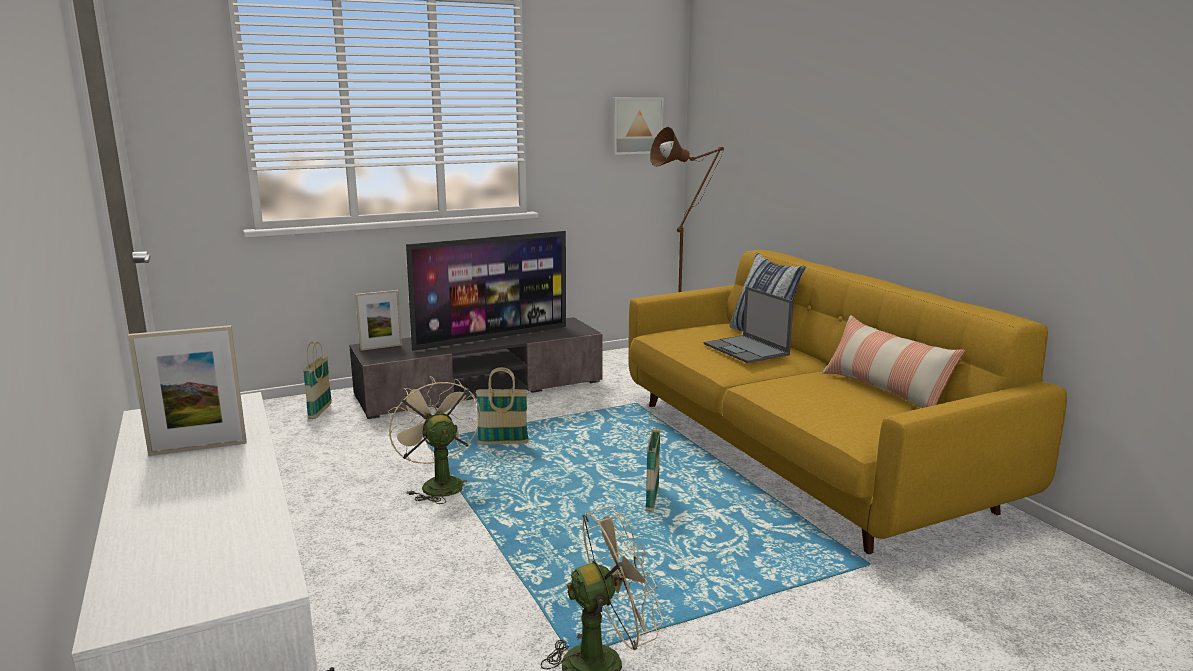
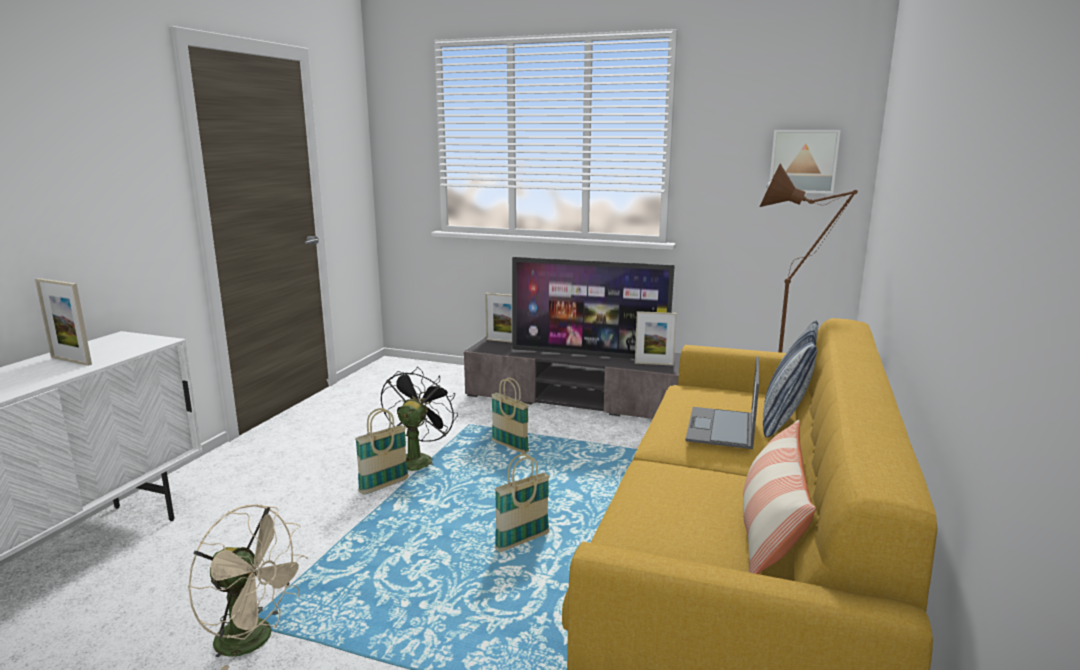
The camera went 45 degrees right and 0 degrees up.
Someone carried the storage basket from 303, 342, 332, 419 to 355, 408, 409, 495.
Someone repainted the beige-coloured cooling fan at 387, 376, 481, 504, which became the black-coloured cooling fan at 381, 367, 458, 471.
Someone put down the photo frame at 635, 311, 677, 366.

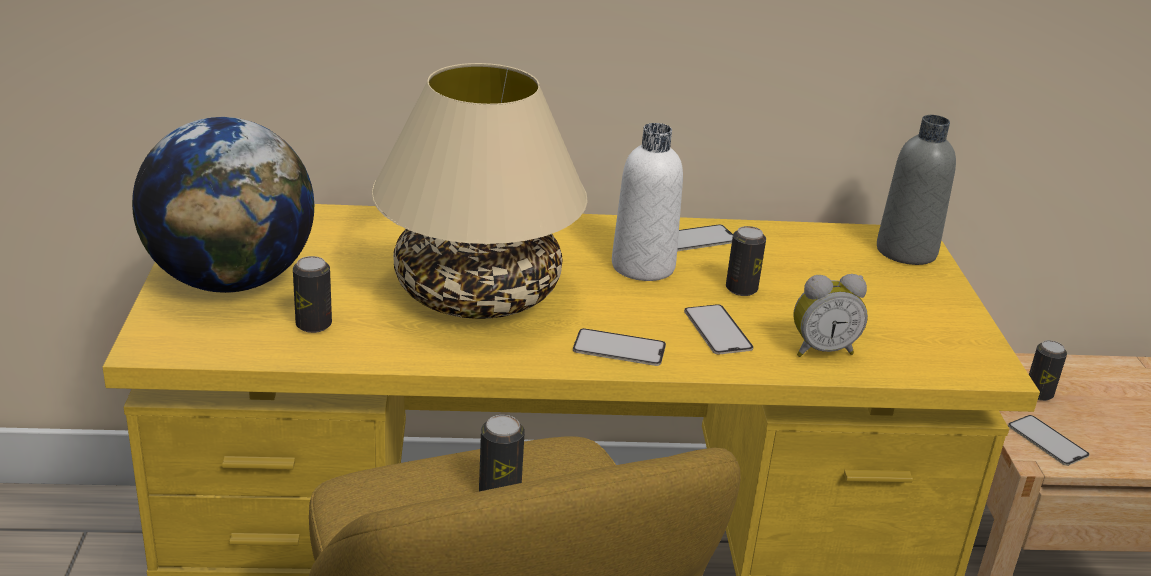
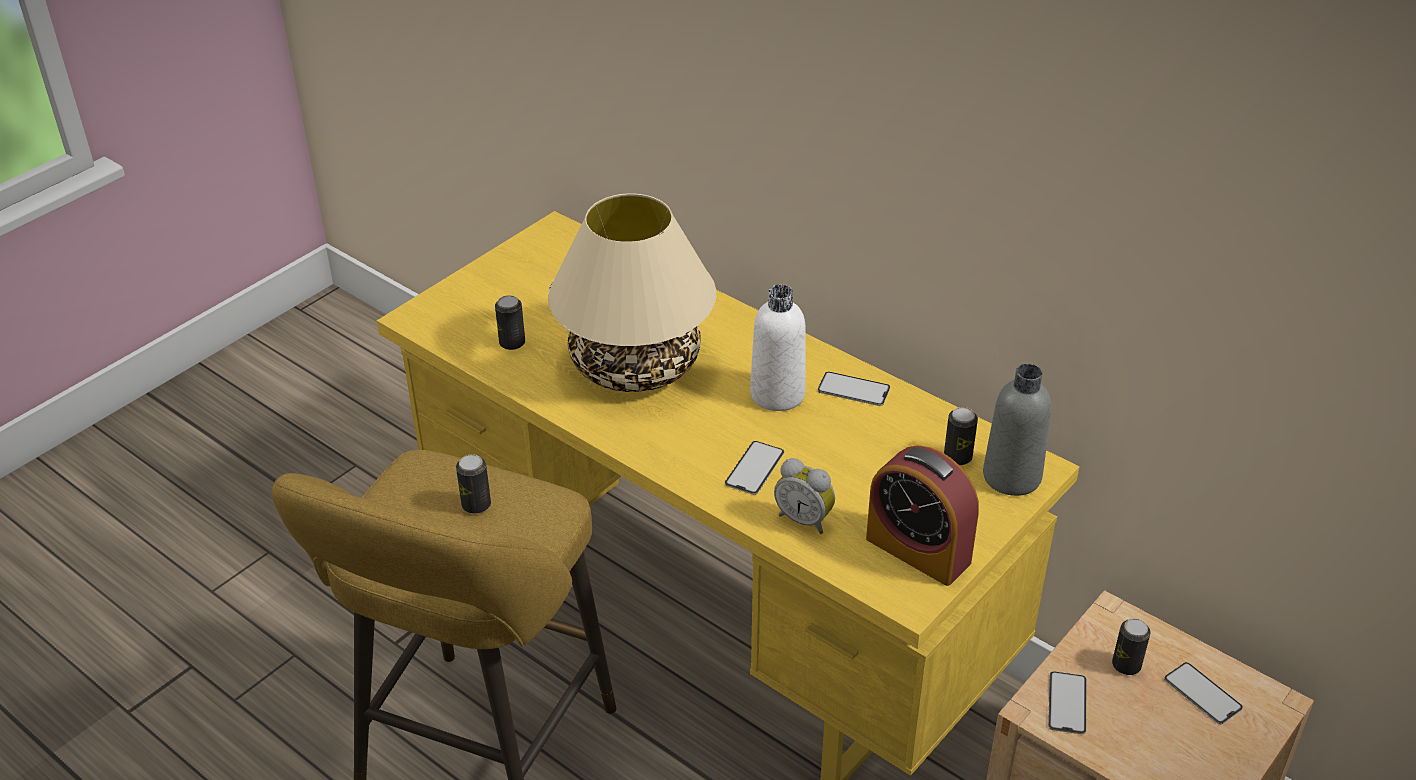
The camera went 45 degrees right and 10 degrees up.
Someone put down the bedside clock at 866, 445, 979, 586.
Someone carried the can from 726, 226, 766, 296 to 944, 407, 978, 465.
Someone carried the handset from 573, 328, 666, 366 to 1164, 662, 1243, 724.
Someone took away the world globe at 132, 117, 314, 293.

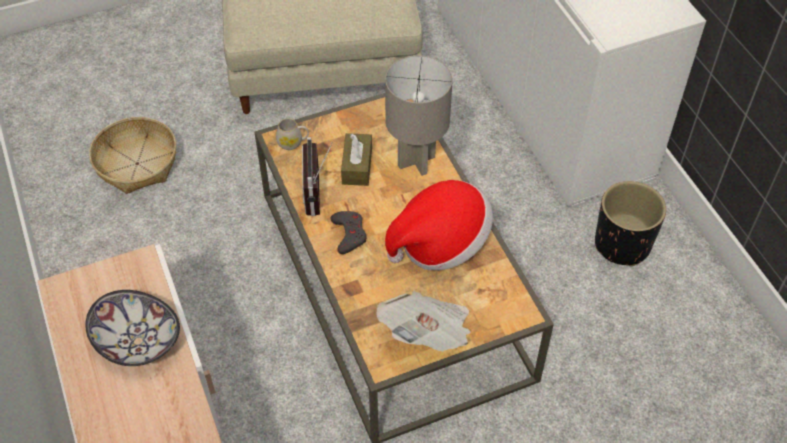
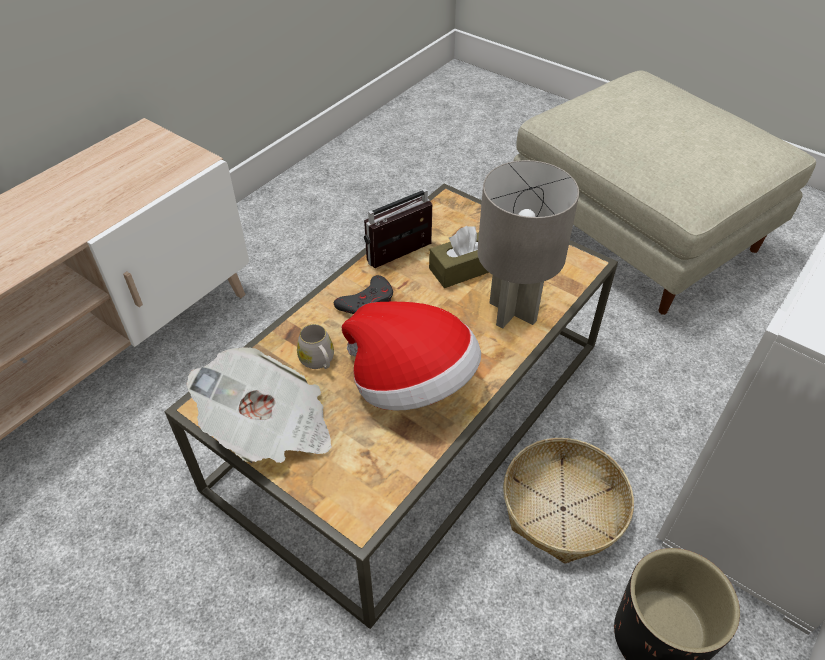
The camera went 60 degrees right and 5 degrees down.
Someone carried the whitish mug from 276, 118, 309, 150 to 297, 324, 334, 369.
Someone carried the storage basket from 89, 117, 177, 194 to 503, 438, 634, 564.
Someone took away the deep dish at 85, 290, 180, 366.

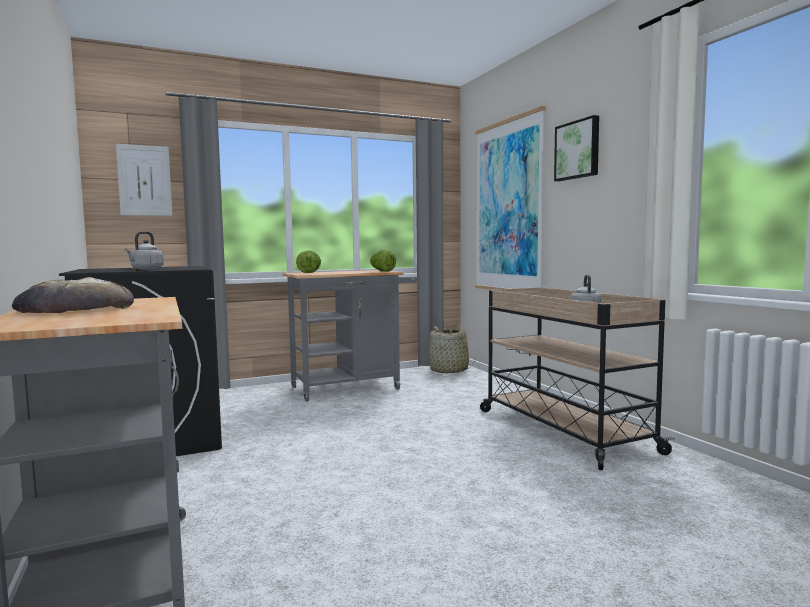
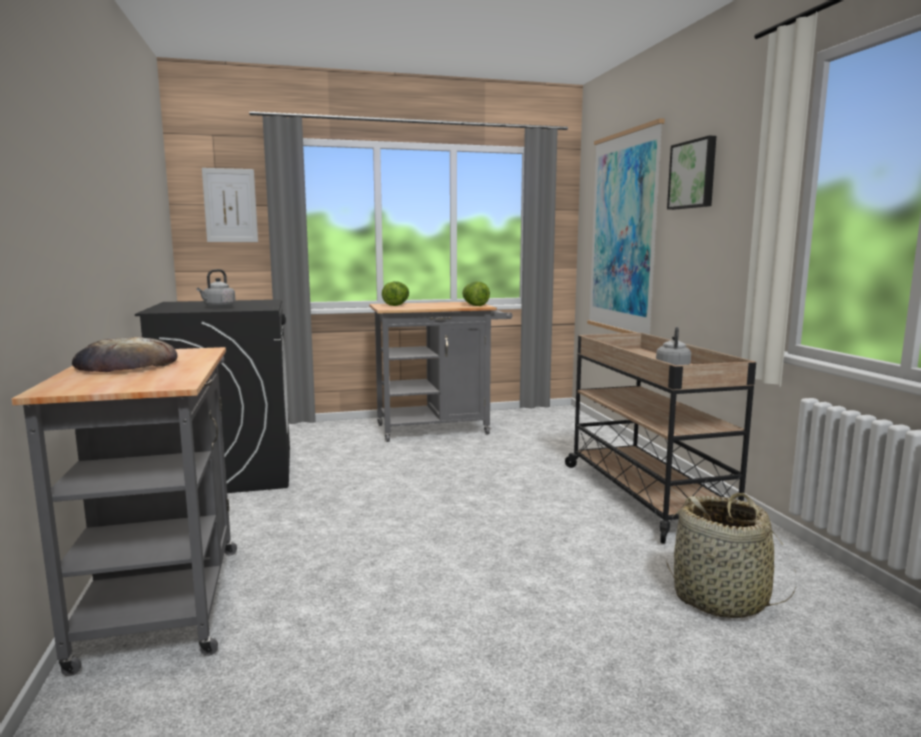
The camera went 10 degrees right and 5 degrees up.
Someone carried the storage basket from 429, 324, 475, 373 to 666, 493, 796, 618.

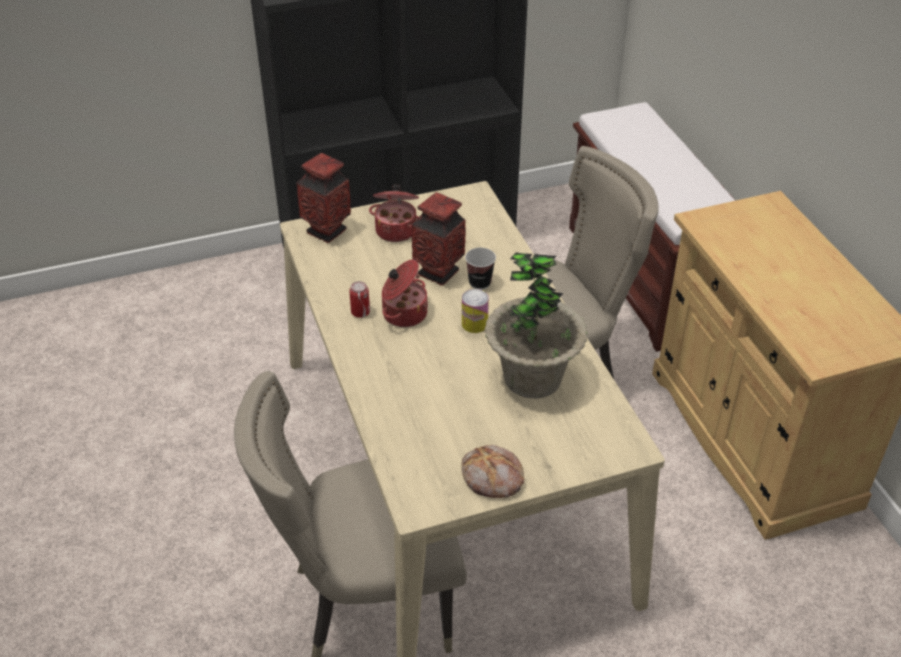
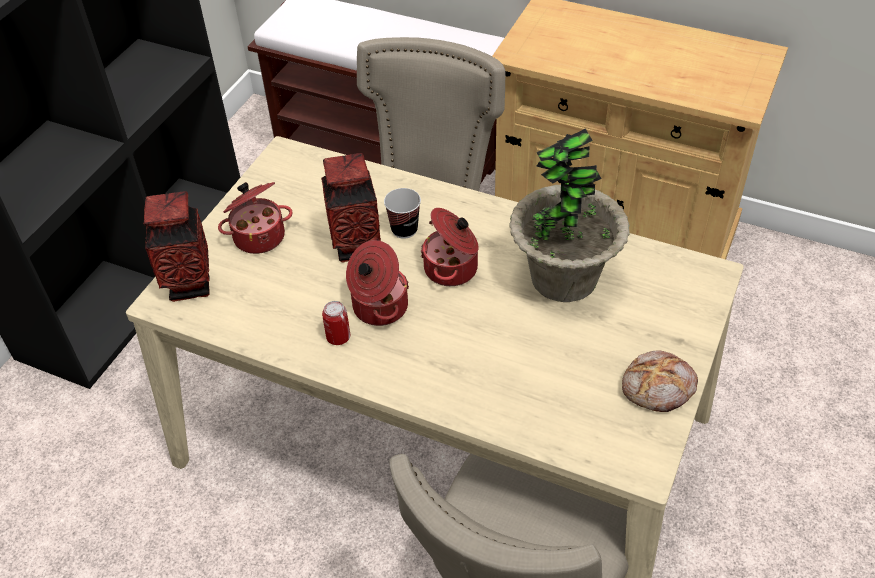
The camera went 45 degrees left and 5 degrees up.
Someone swapped the can at 462, 289, 489, 333 for the saucepot at 421, 208, 479, 286.

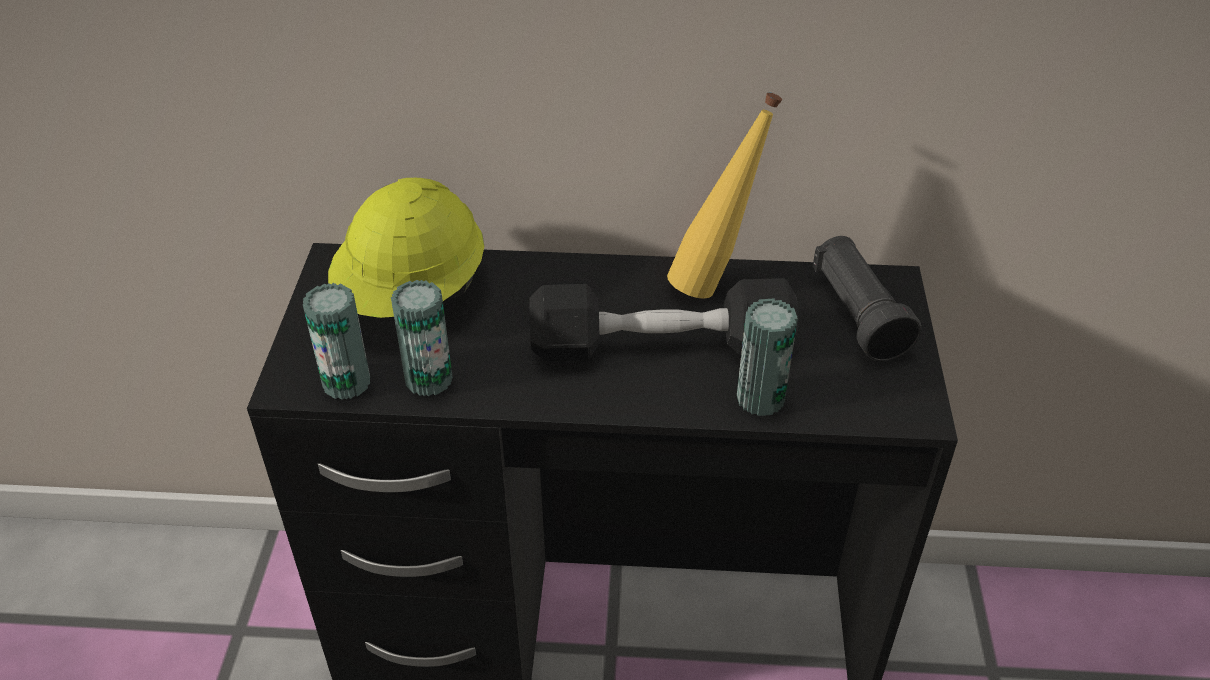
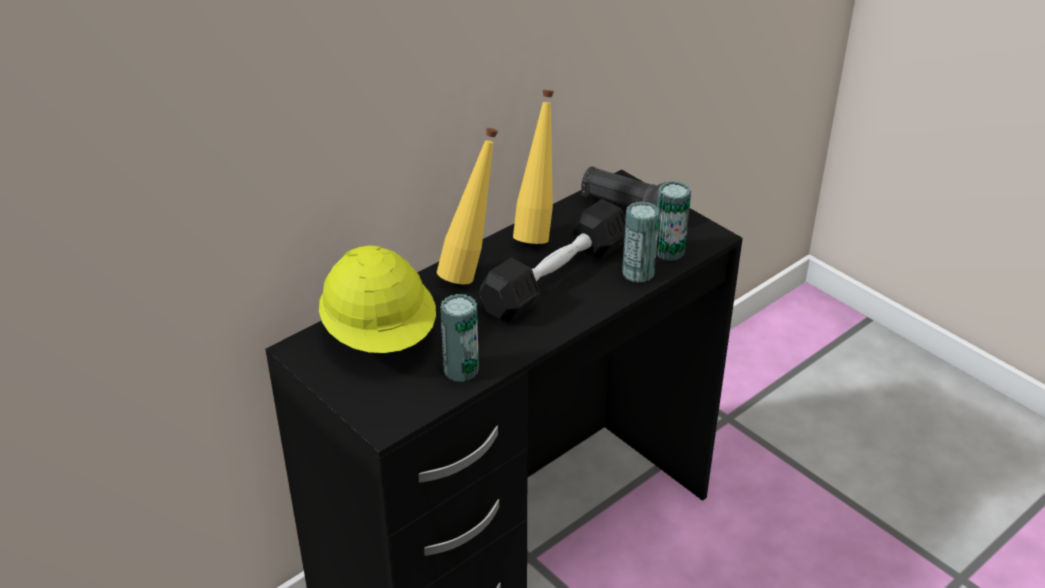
The camera went 45 degrees left and 5 degrees down.
Someone put down the yellow-coloured drink bottle at 437, 128, 498, 284.
Someone carried the can from 303, 283, 370, 400 to 656, 181, 691, 261.

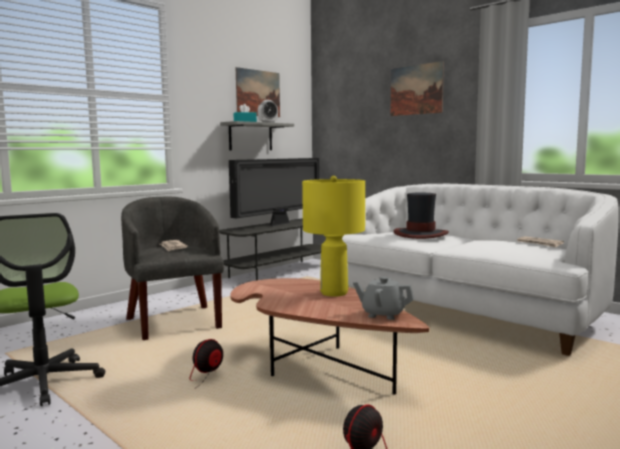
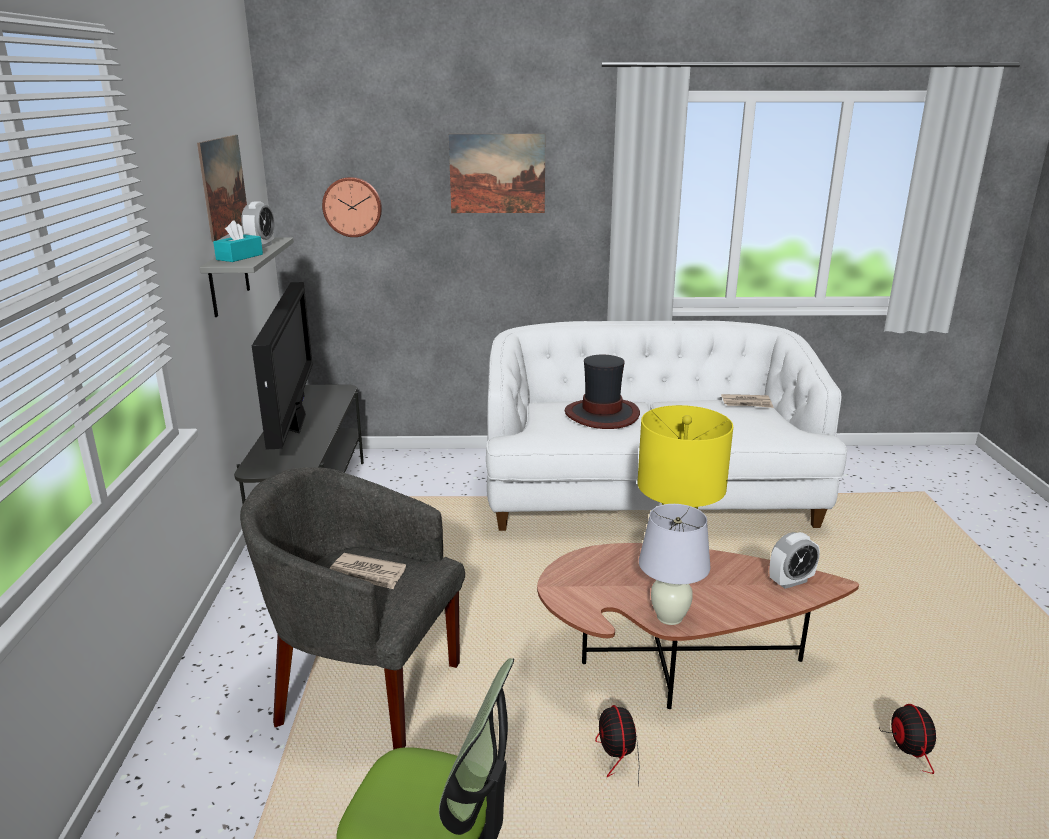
The camera went 45 degrees left and 15 degrees up.
Someone put up the clock on the wall at 322, 177, 382, 237.
Someone put down the whitish tabletop lamp at 639, 504, 711, 625.
Someone swapped the greyish teapot at 353, 277, 414, 320 for the bedside clock at 769, 532, 820, 589.

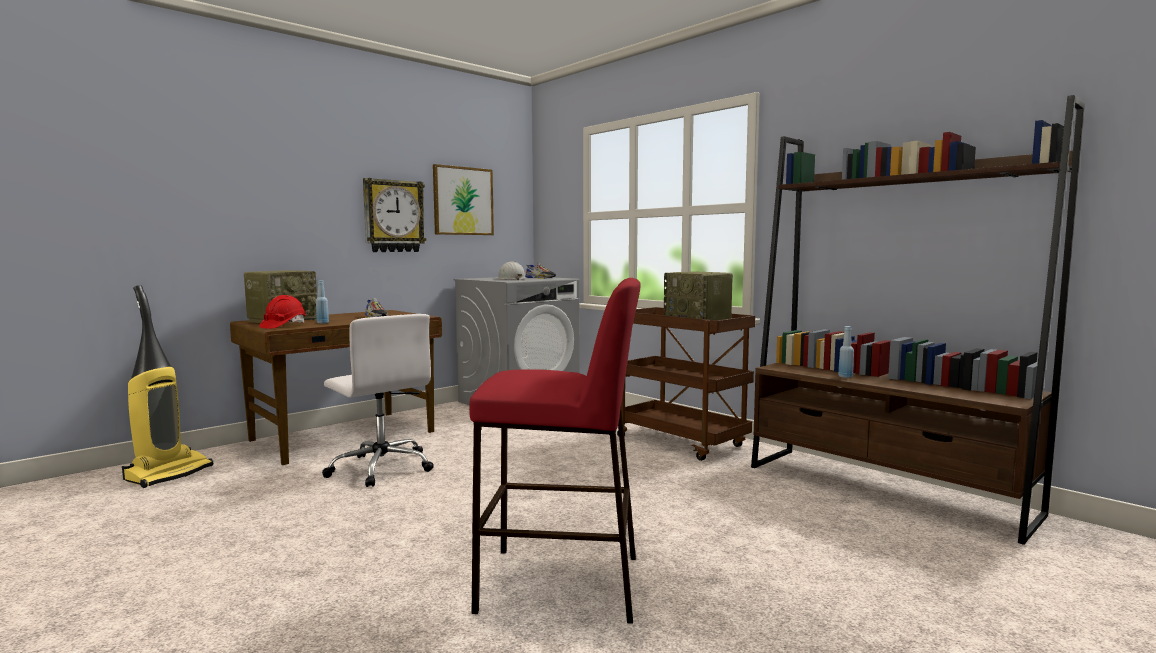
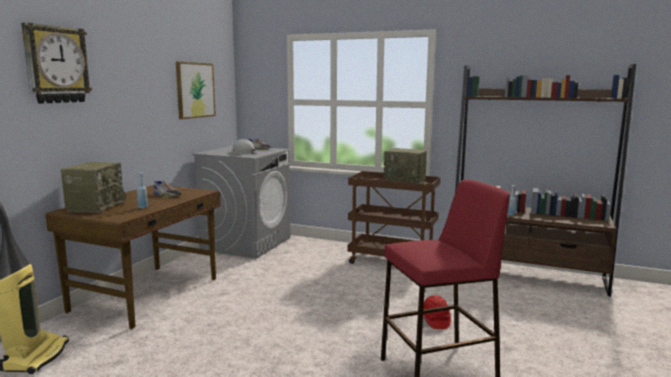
The camera went 25 degrees left and 5 degrees up.
Someone carried the clock on the wall from 363, 178, 426, 252 to 21, 23, 92, 104.
Someone carried the red work helmet from 259, 295, 306, 329 to 423, 295, 451, 329.
Someone took away the whitish office chair at 322, 314, 434, 487.

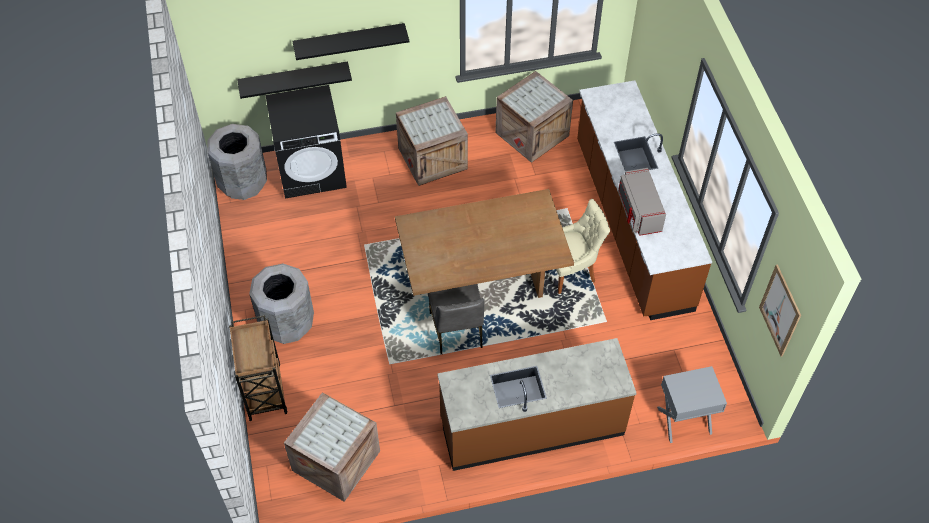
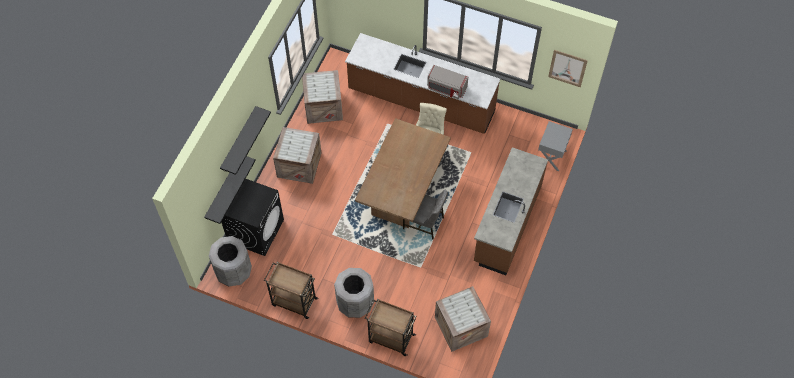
The camera went 55 degrees left and 5 degrees up.
Someone put down the brown-coloured trolley at 264, 262, 319, 319.

